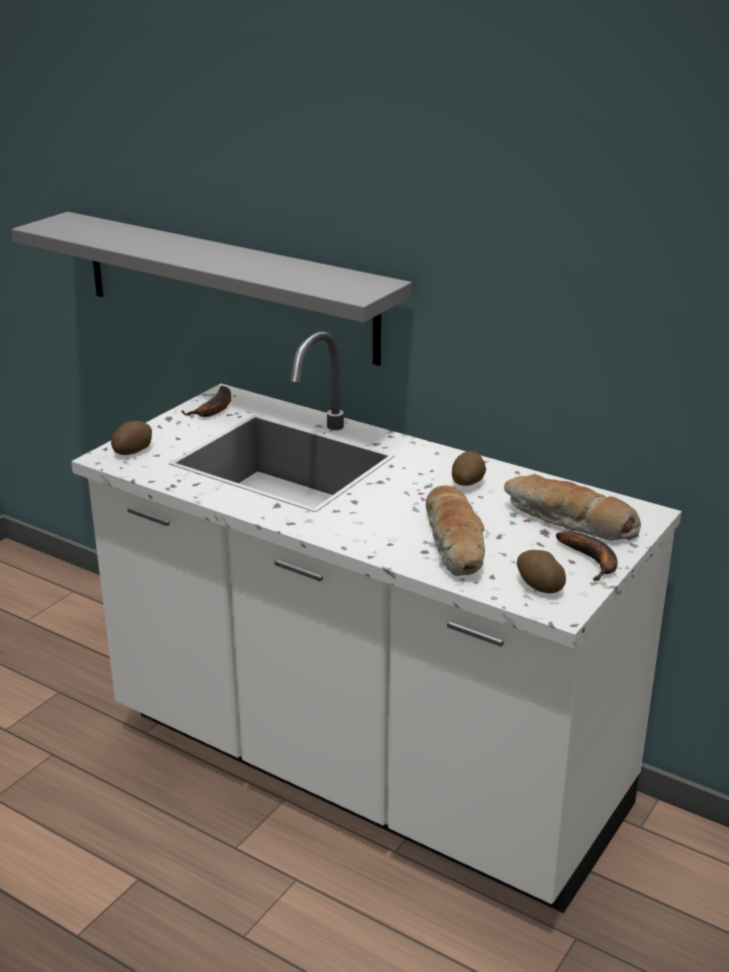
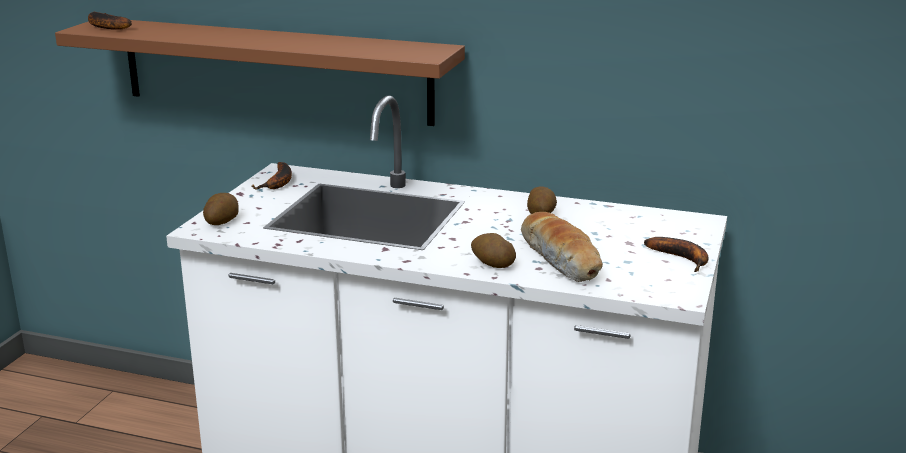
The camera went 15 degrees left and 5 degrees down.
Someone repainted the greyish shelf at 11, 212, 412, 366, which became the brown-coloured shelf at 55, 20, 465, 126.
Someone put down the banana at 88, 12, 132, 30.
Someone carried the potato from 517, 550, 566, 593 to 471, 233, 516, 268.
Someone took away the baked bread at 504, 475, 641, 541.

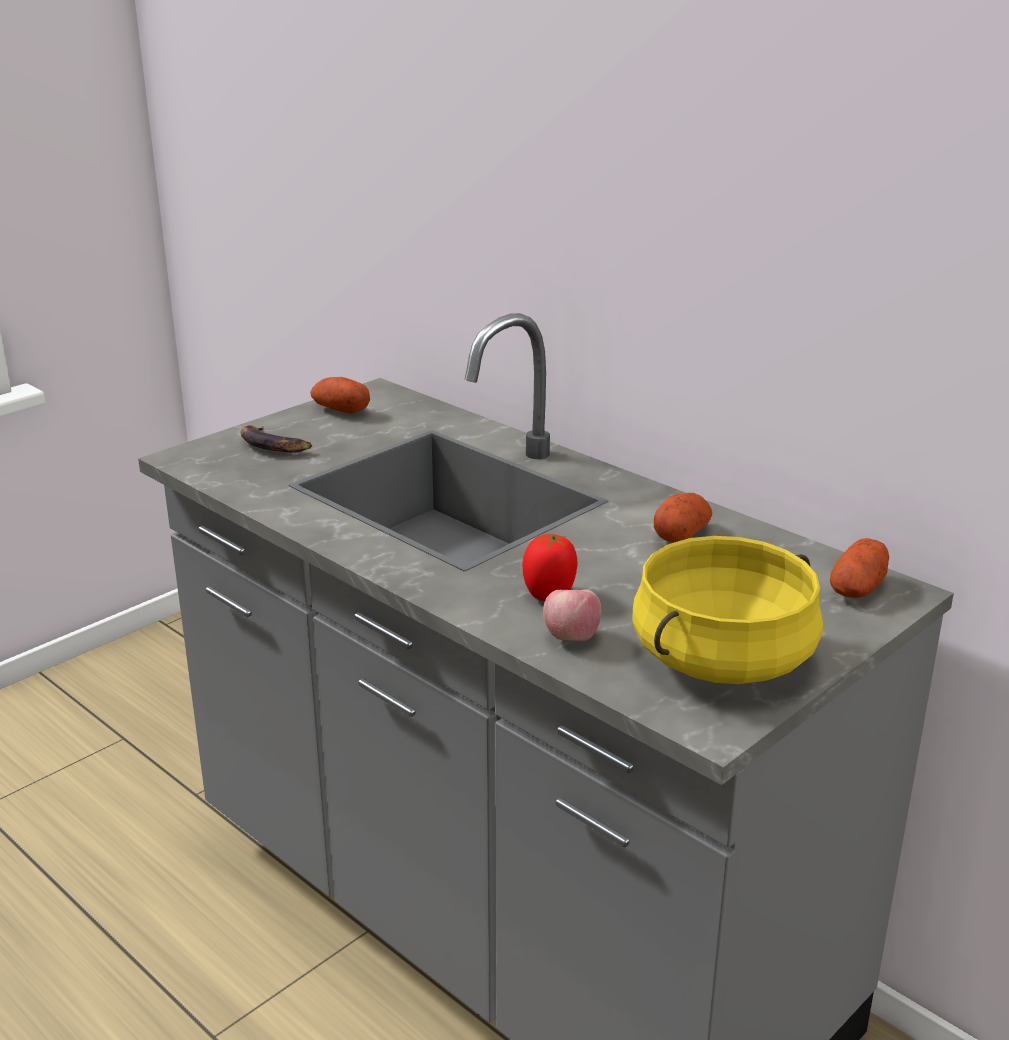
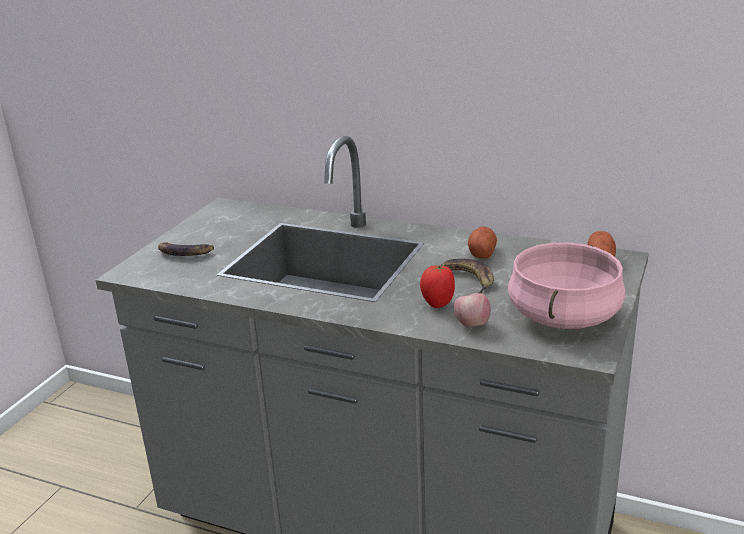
The camera went 20 degrees left and 0 degrees up.
Someone put down the banana at 440, 259, 494, 294.
Someone repainted the yellow-coloured saucepot at 632, 536, 823, 684, which became the pink-coloured saucepot at 508, 242, 625, 329.
Someone took away the potato at 310, 377, 370, 414.

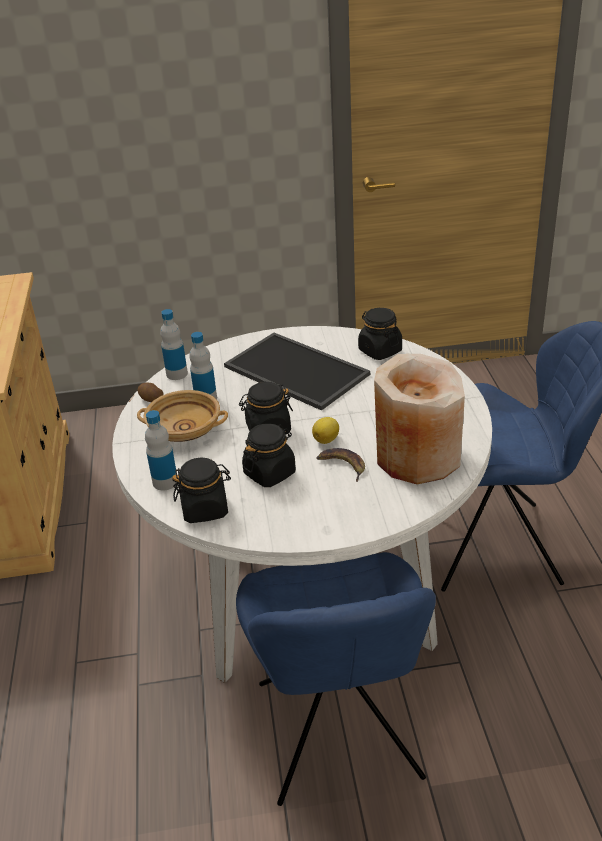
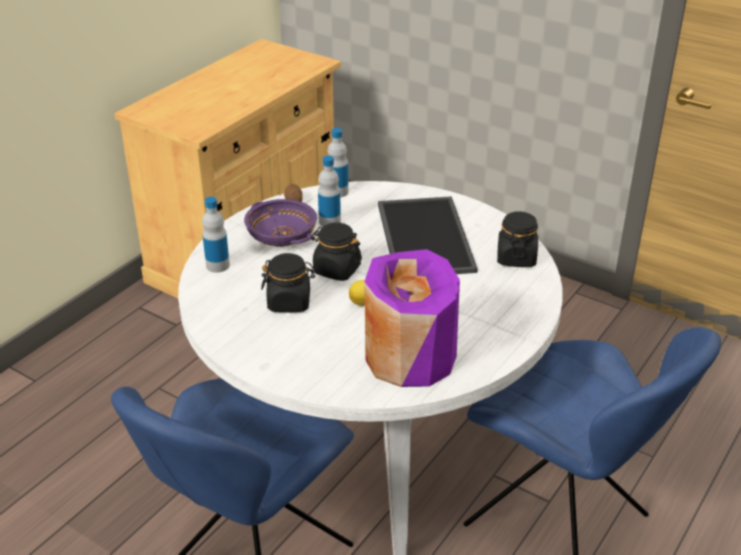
The camera went 40 degrees right and 0 degrees up.
Someone repainted the beige-coloured deep dish at 137, 390, 228, 442, which became the purplish deep dish at 244, 199, 317, 247.
Someone repainted the beige-coloured vase at 374, 354, 465, 484, which became the purplish vase at 364, 249, 460, 387.
Someone took away the black-coloured storage jar at 172, 457, 231, 523.
Someone took away the banana at 316, 448, 365, 482.

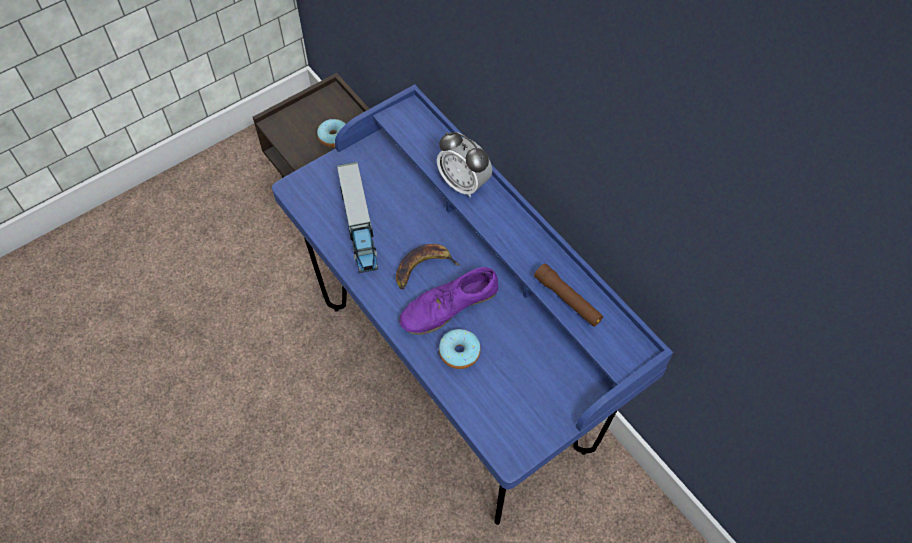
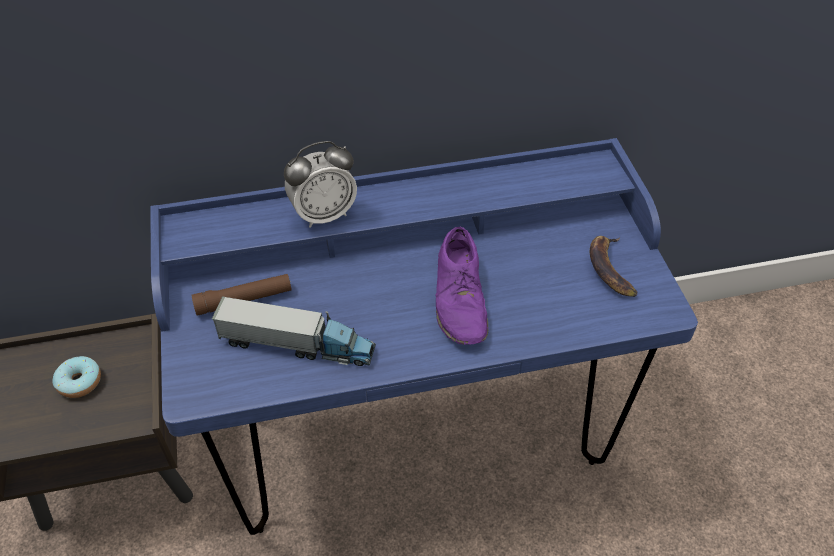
The camera went 65 degrees left and 10 degrees down.
Someone carried the brown-coloured torch from 534, 263, 603, 327 to 192, 274, 292, 315.
Someone carried the banana from 396, 244, 459, 289 to 590, 236, 637, 297.
Someone took away the donut at 439, 329, 481, 369.

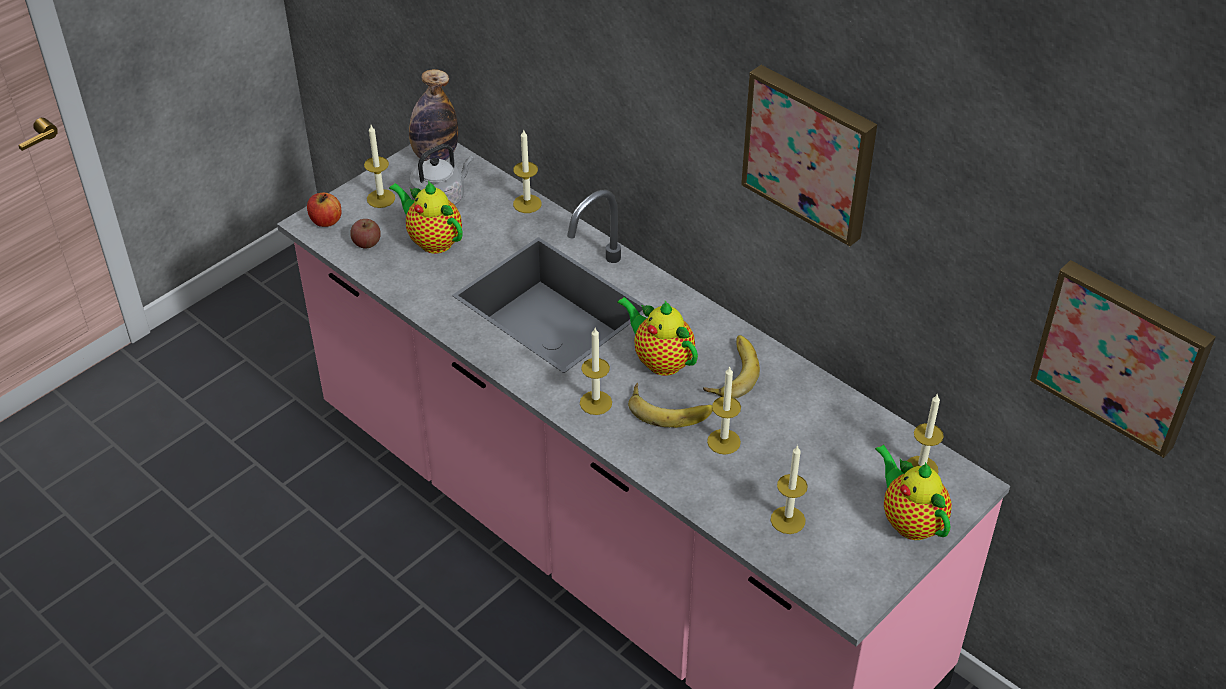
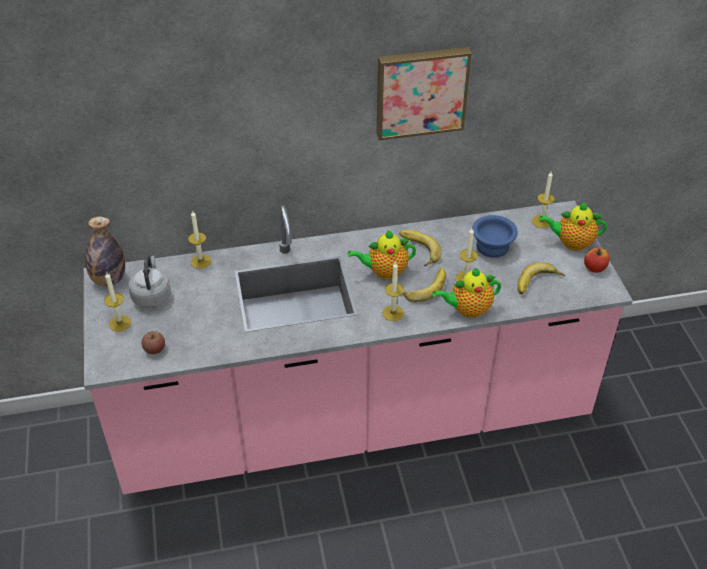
The camera went 55 degrees left and 0 degrees up.
Someone carried the teapot from 389, 181, 463, 254 to 432, 268, 501, 318.
Someone put down the bluish deep dish at 472, 215, 518, 258.
Someone swapped the candle at 771, 445, 808, 534 for the banana at 517, 262, 565, 294.
Someone carried the apple from 307, 193, 342, 227 to 584, 248, 610, 273.
Someone took away the wall art at 1030, 260, 1216, 458.

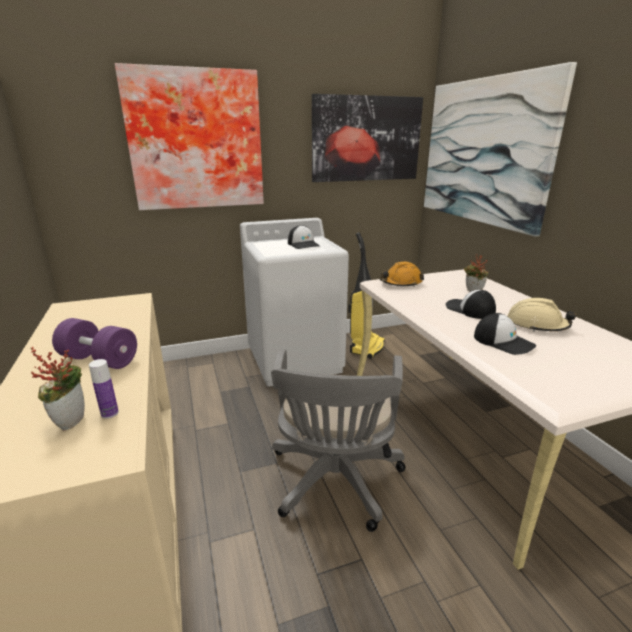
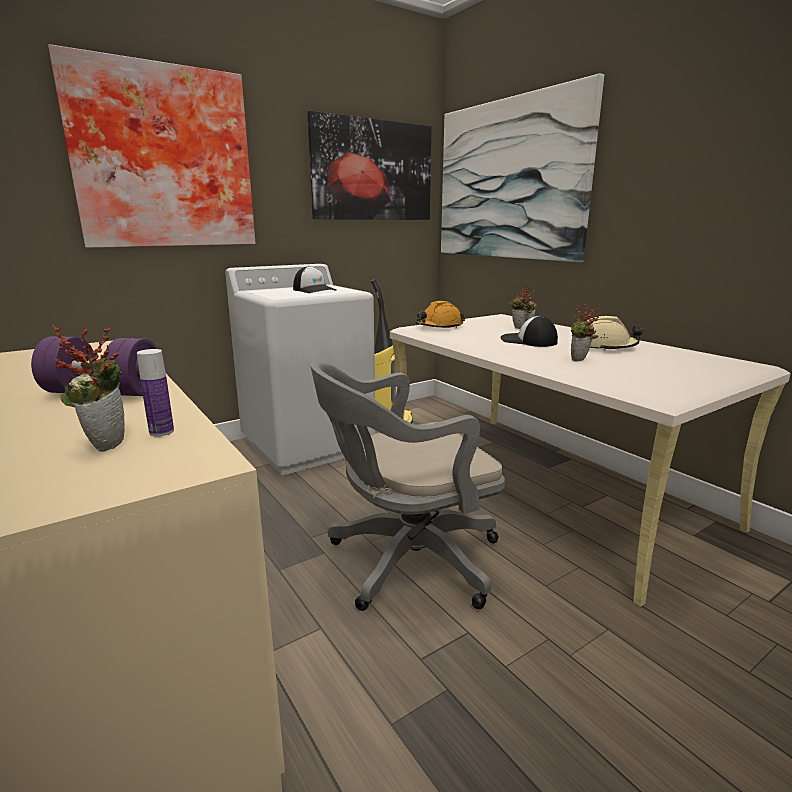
The camera went 15 degrees left and 5 degrees down.
Someone rotated the greyish office chair at 271, 349, 406, 532 by 75 degrees clockwise.
Someone swapped the cap at 474, 313, 536, 355 for the plant in a pot at 571, 304, 600, 361.

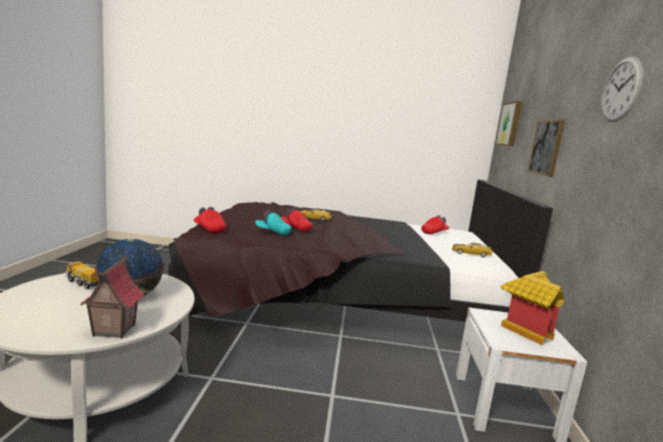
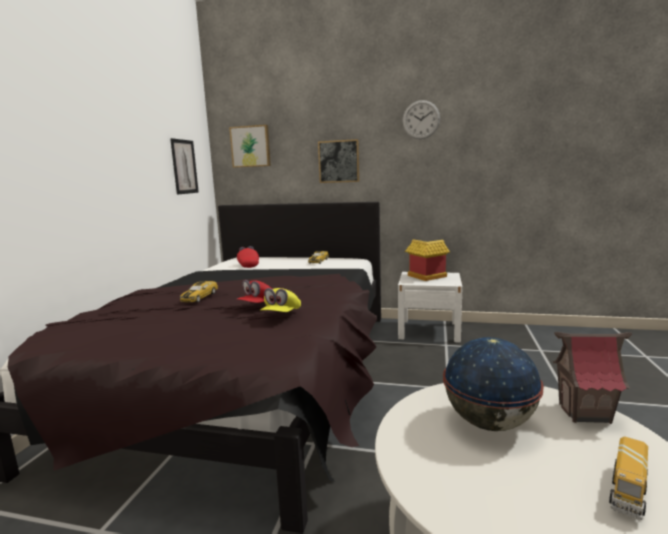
The camera went 80 degrees left and 0 degrees up.
Someone put up the wall art at 170, 138, 199, 195.
Someone repainted the turquoise-coloured cap at 255, 210, 291, 235, which became the yellow-coloured cap at 260, 288, 301, 312.
Someone carried the toy lorry from 65, 261, 98, 289 to 609, 437, 648, 520.
Someone took away the red cap at 194, 207, 226, 233.

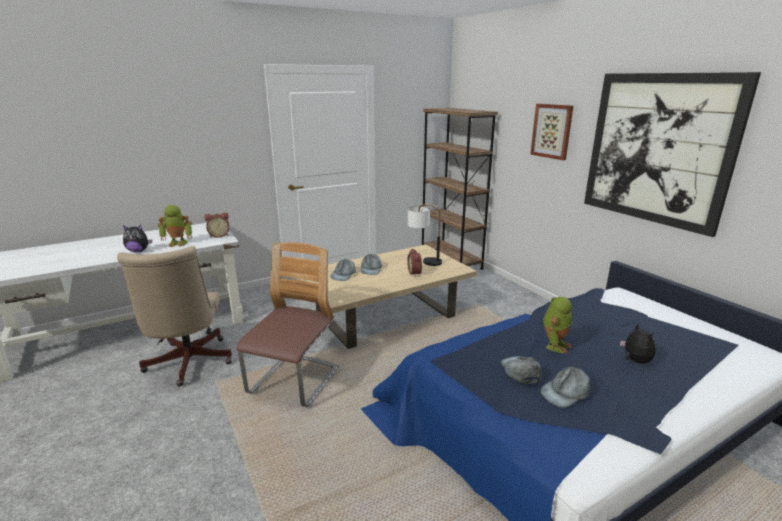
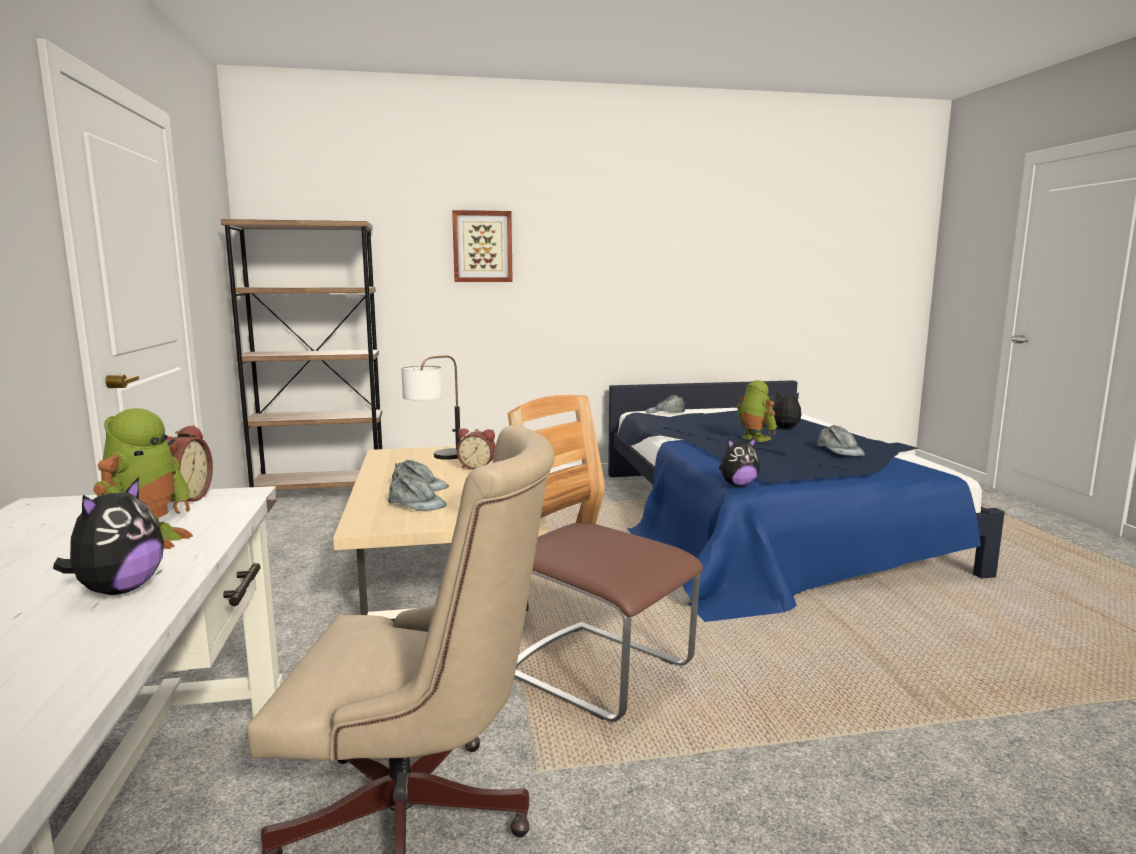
The camera went 70 degrees left and 10 degrees down.
Someone carried the greyish cap from 501, 356, 542, 384 to 646, 395, 685, 413.
Someone put down the cuddly toy at 719, 437, 760, 487.
Someone took away the wall art at 584, 72, 761, 237.

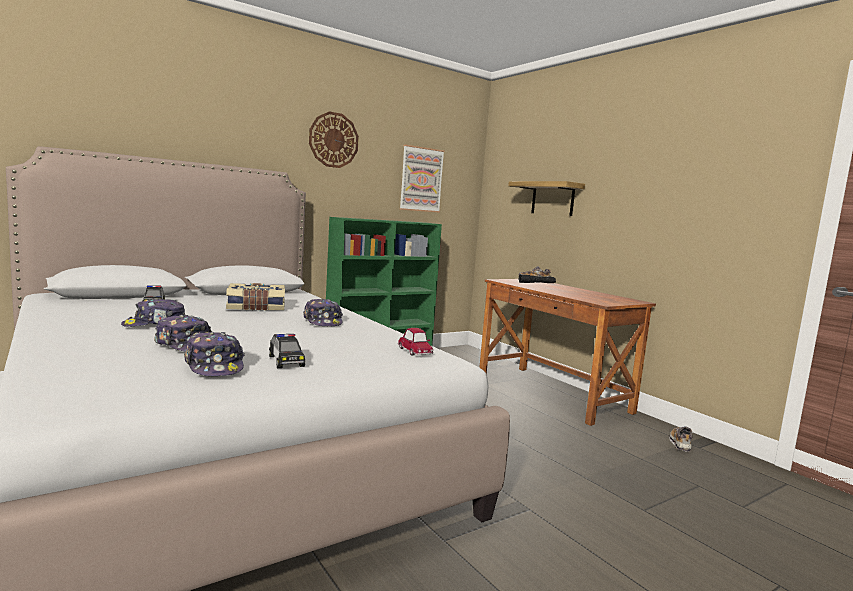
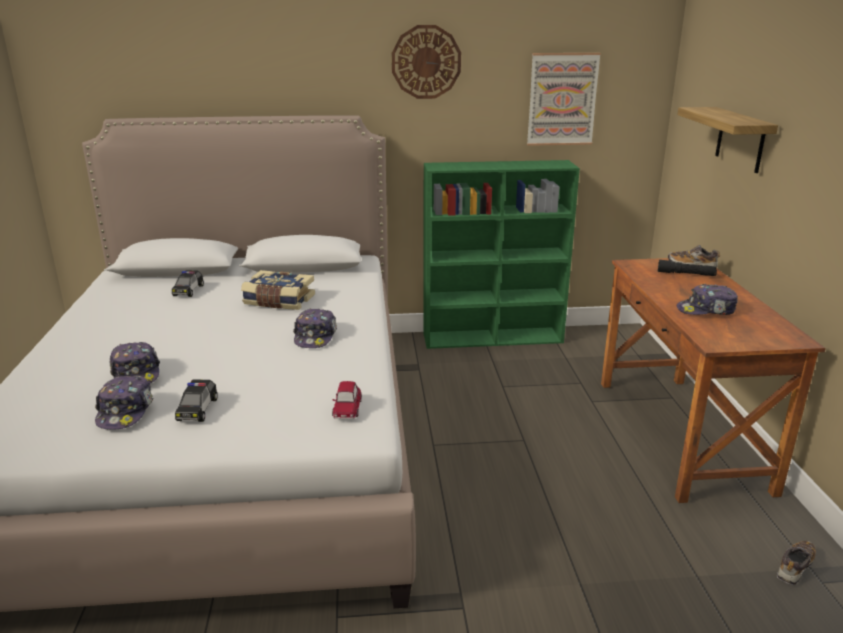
The camera went 30 degrees right and 15 degrees up.
Someone carried the cap from 121, 298, 185, 327 to 677, 284, 738, 315.

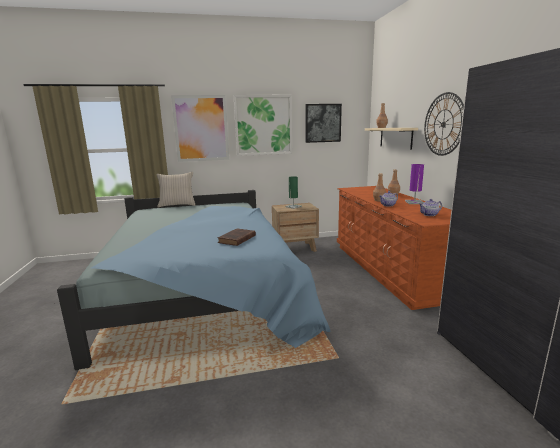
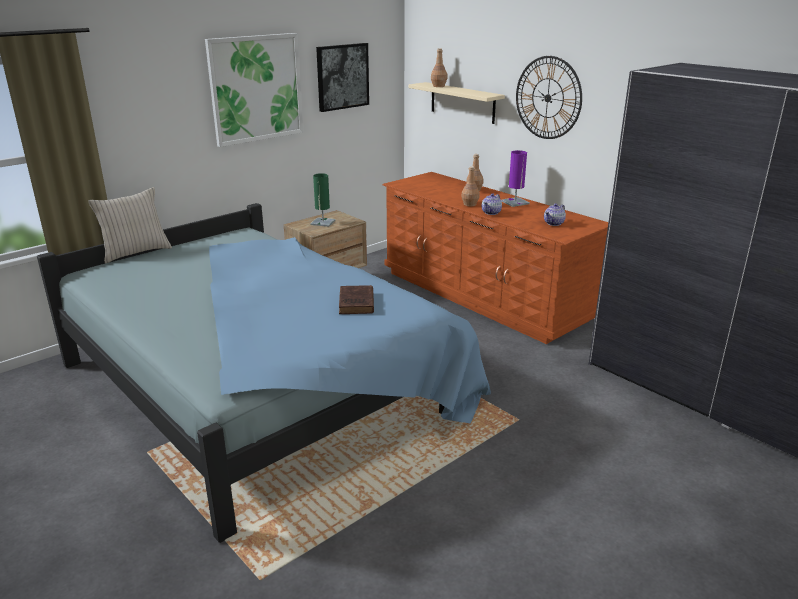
The camera went 30 degrees left and 10 degrees up.
Someone took away the wall art at 171, 95, 229, 162.

